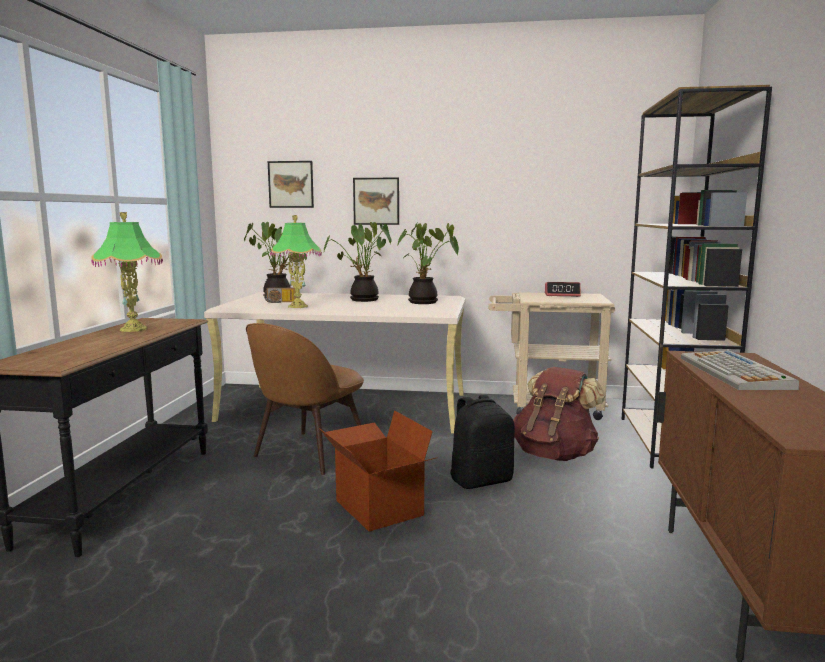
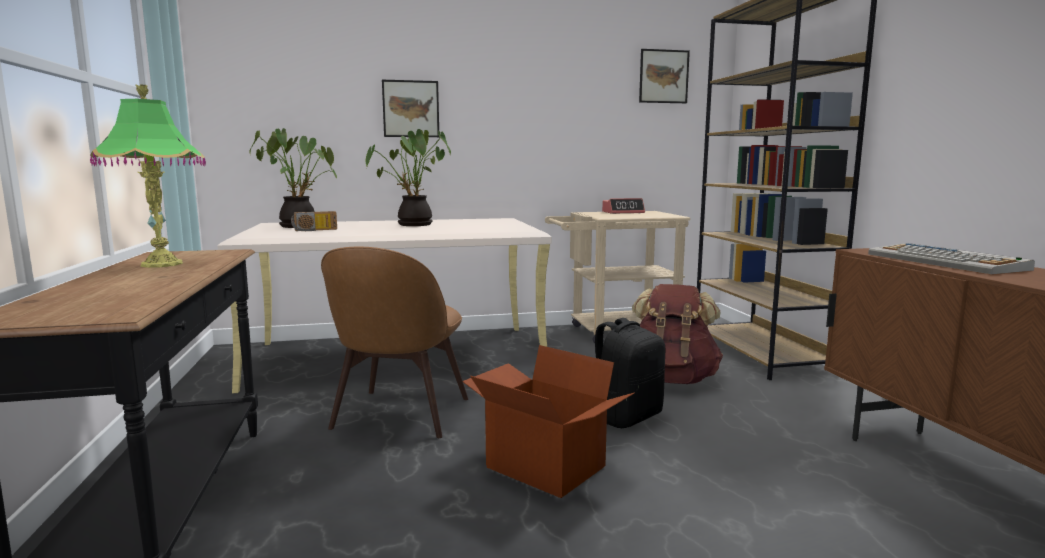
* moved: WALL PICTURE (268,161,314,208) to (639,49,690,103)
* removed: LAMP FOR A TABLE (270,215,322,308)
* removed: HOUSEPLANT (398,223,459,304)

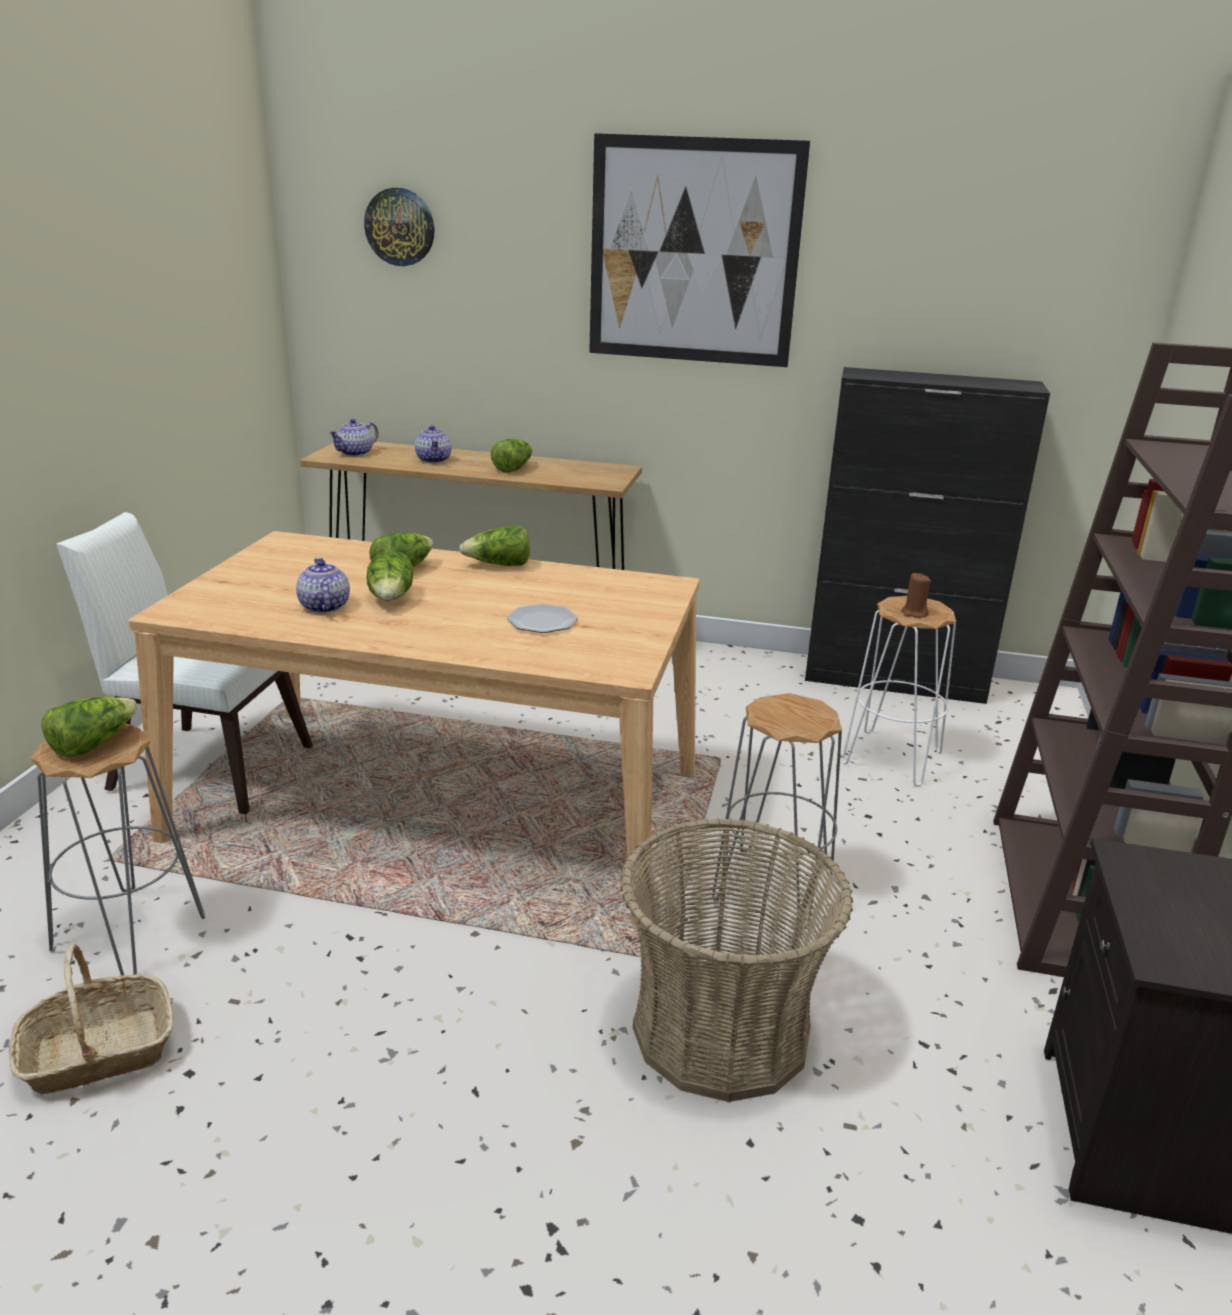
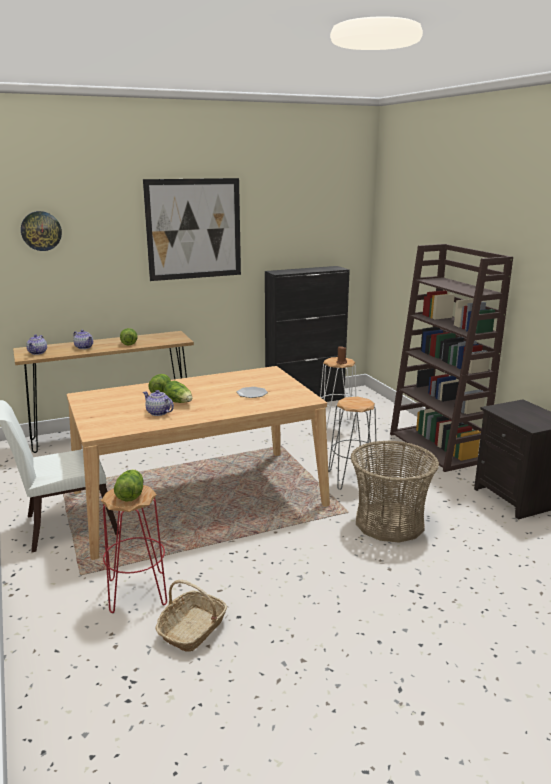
* recoloured: GREY STOOL (31,724,205,976) to REDDISH STOOL (101,485,167,613)
* removed: LETTUCE HEAD (459,526,530,566)

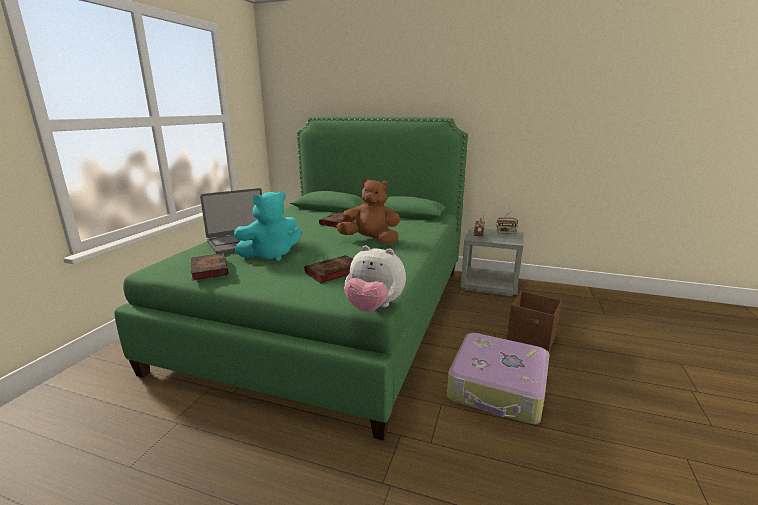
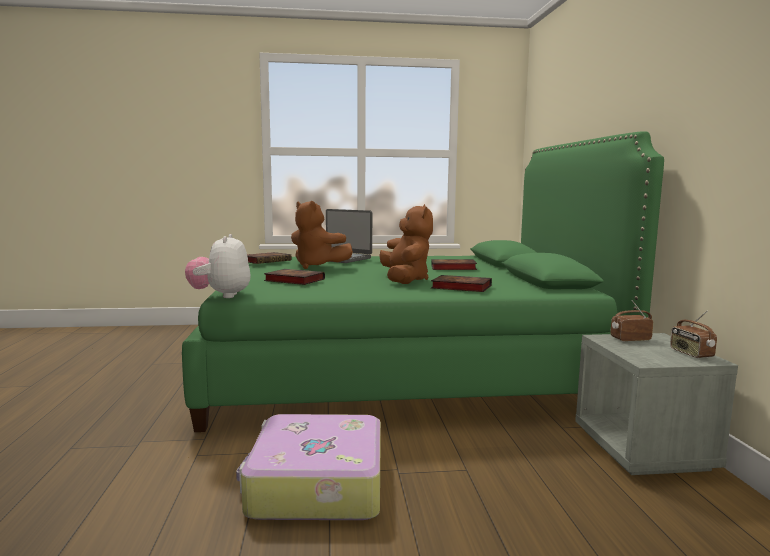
* recoloured: TURQUOISE-COLOURED CUDDLY TOY (234,191,302,261) to BROWNISH CUDDLY TOY (291,201,353,269)
* removed: BROWNISH STORAGE BIN (507,291,562,352)
* added: BOOK (431,275,492,292)

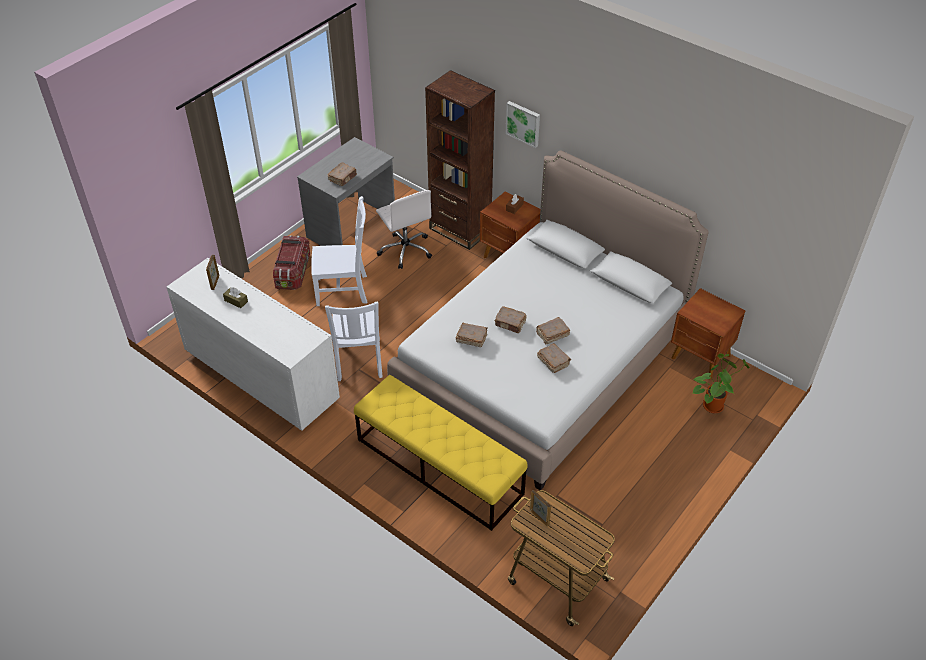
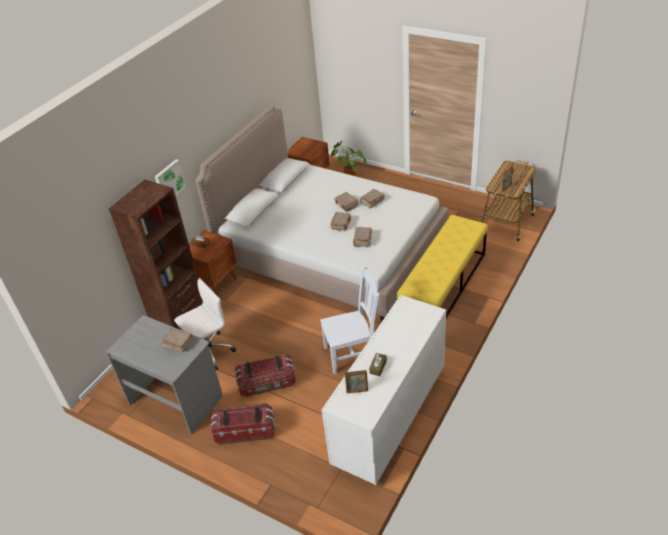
* replaced: WHITISH UPRIGHT CHAIR (311,196,367,306) to STORAGE BIN (235,354,296,397)

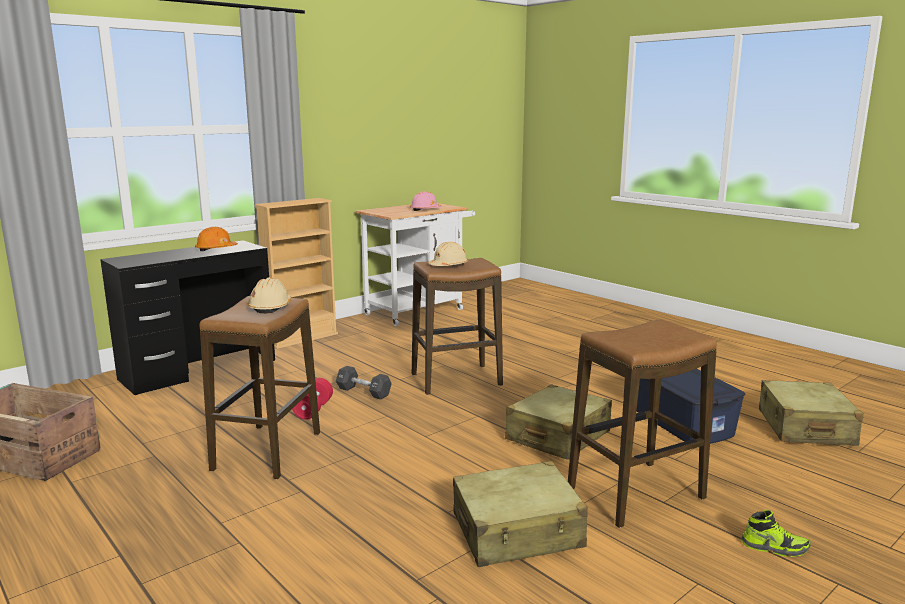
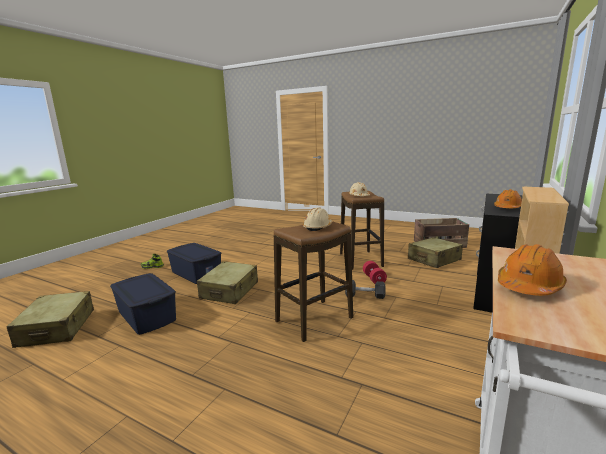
* recoloured: PINKISH HARD HAT (410,191,442,211) to ORANGEY HARD HAT (498,244,567,296)
* moved: BEIGE-COLOURED TRAVEL CASE (453,461,588,567) to (408,237,463,268)
* replaced: STOOL (568,319,717,528) to BLUE STORAGE BIN (167,243,222,284)

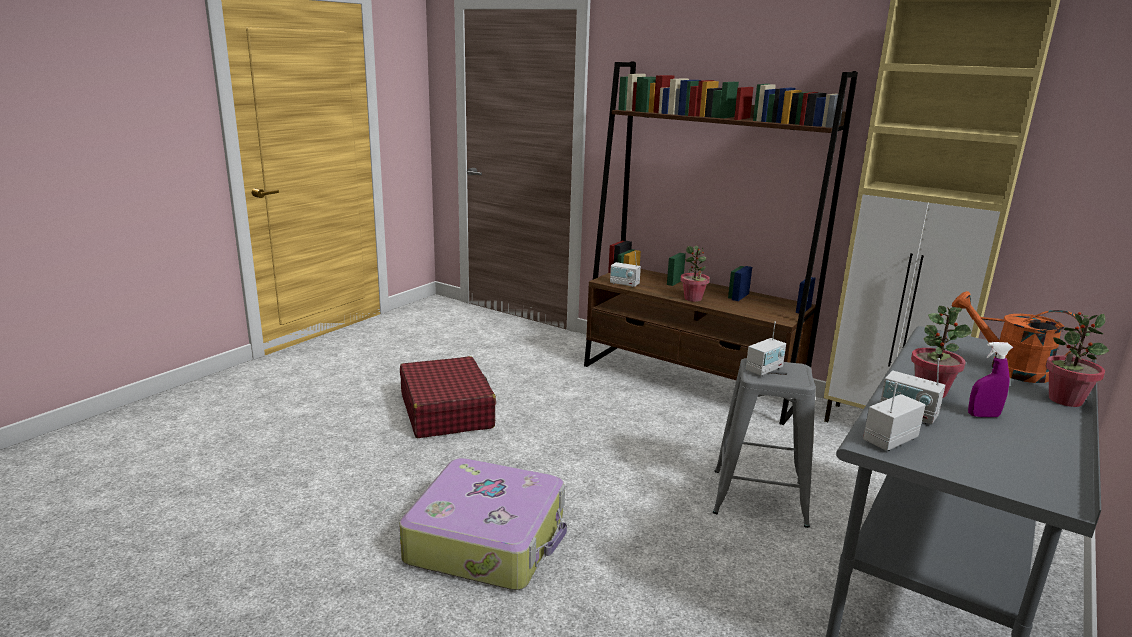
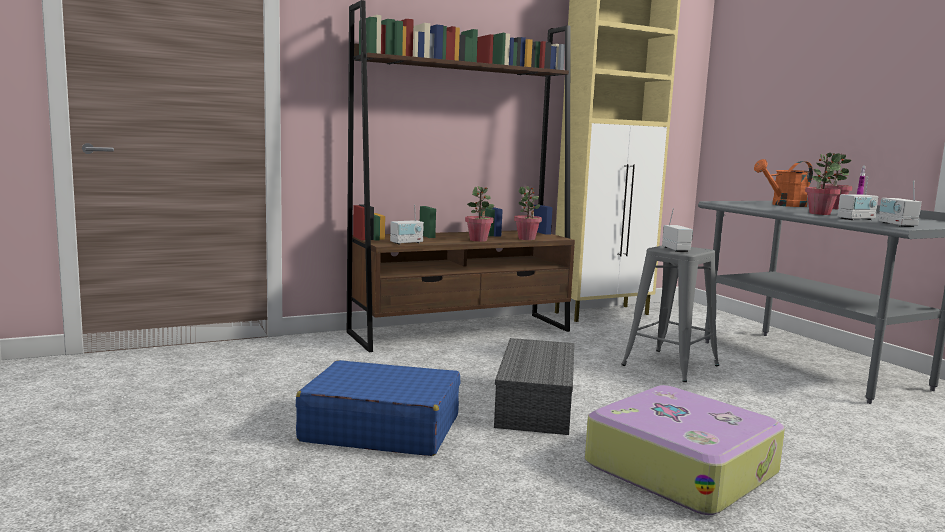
* recoloured: REDDISH TRAVEL CASE (400,356,496,438) to BLUE TRAVEL CASE (296,360,460,456)
* added: GREY STORAGE BIN (494,338,574,435)
* added: HOUSEPLANT (514,186,542,240)

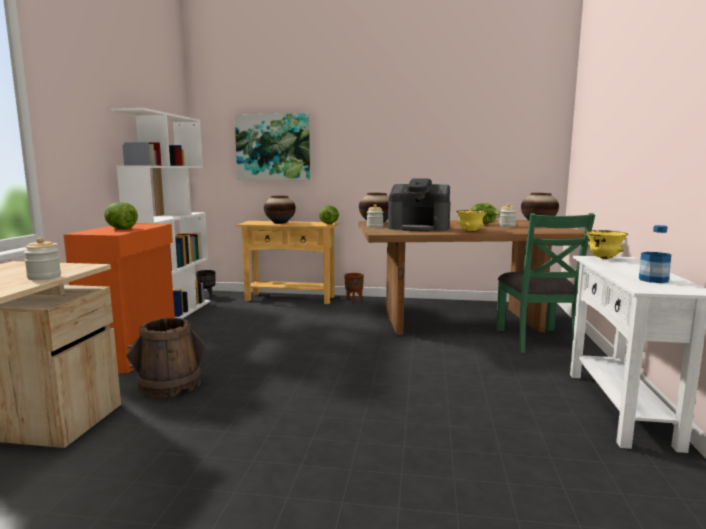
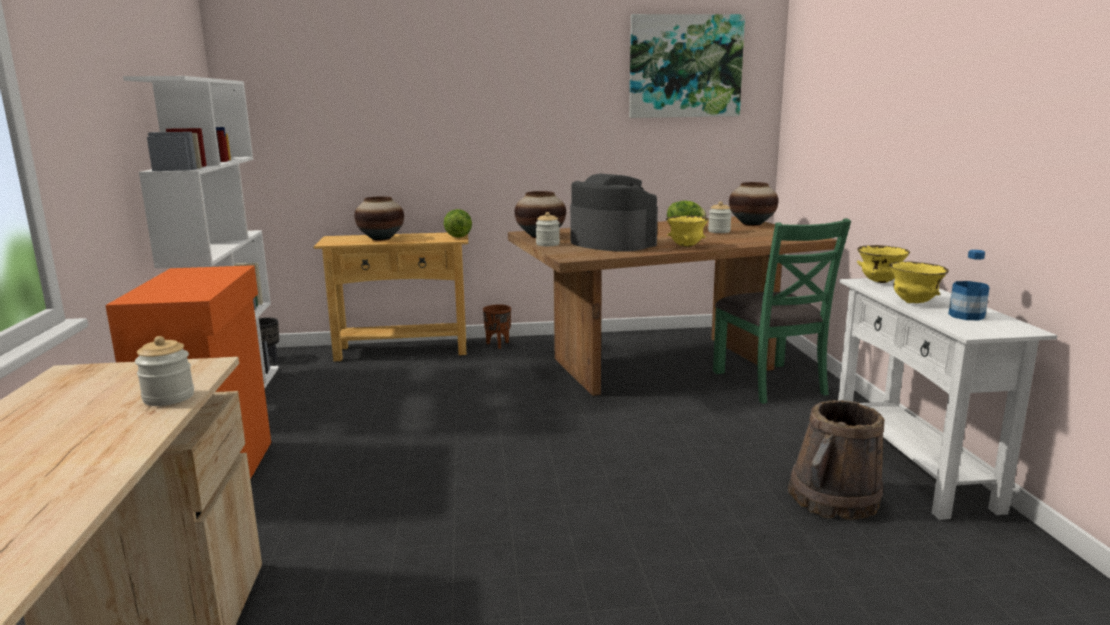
* removed: LETTUCE HEAD (104,202,138,229)
* moved: BROWNISH BUCKET (126,317,205,398) to (788,400,884,520)
* moved: WALL PICTURE (235,113,310,180) to (629,14,745,118)
* turned: COFFEE MACHINE (388,178,451,231) = (570,173,658,252) 135 degrees counterclockwise
* added: YELLOWISH DEEP DISH (889,262,949,303)

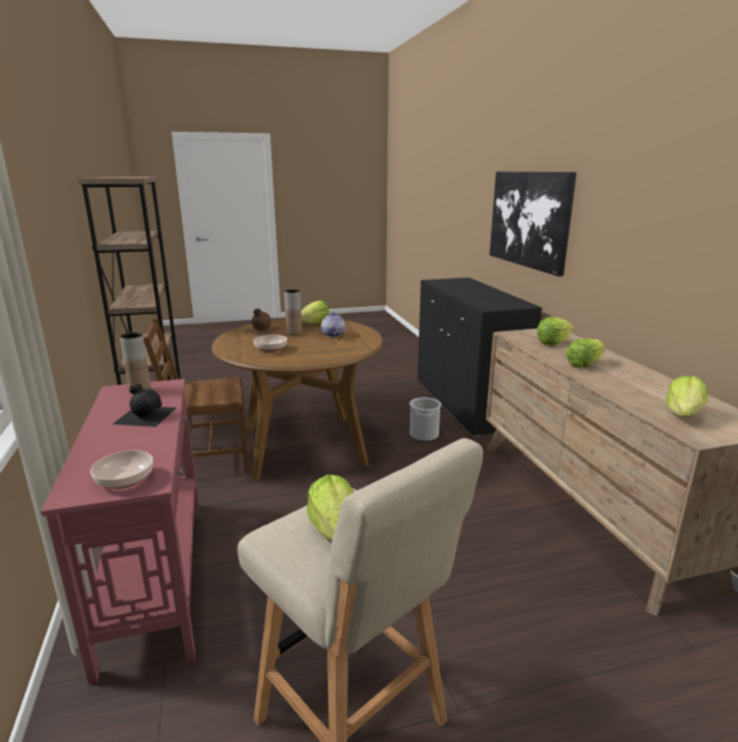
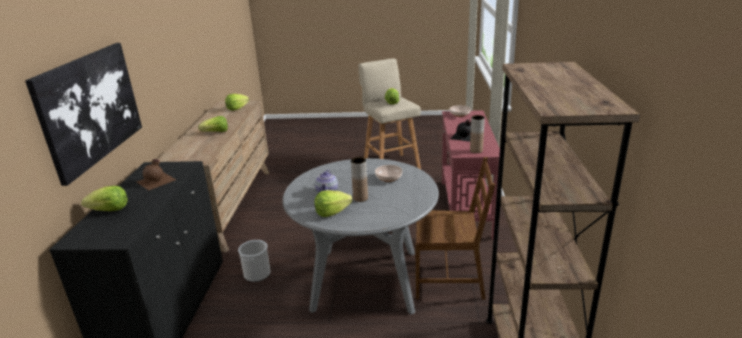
* recoloured: BROWNISH DINING TABLE (212,318,383,482) to GREY DINING TABLE (282,158,439,315)
* moved: BROWNISH BEVERAGE BOTTLE (242,308,281,335) to (137,159,176,190)
* moved: LETTUCE HEAD (537,317,574,345) to (81,186,128,211)

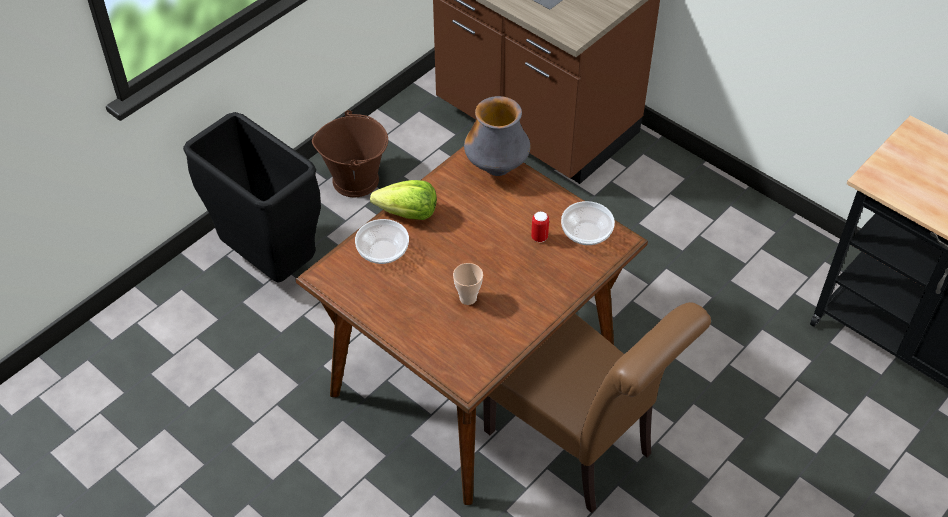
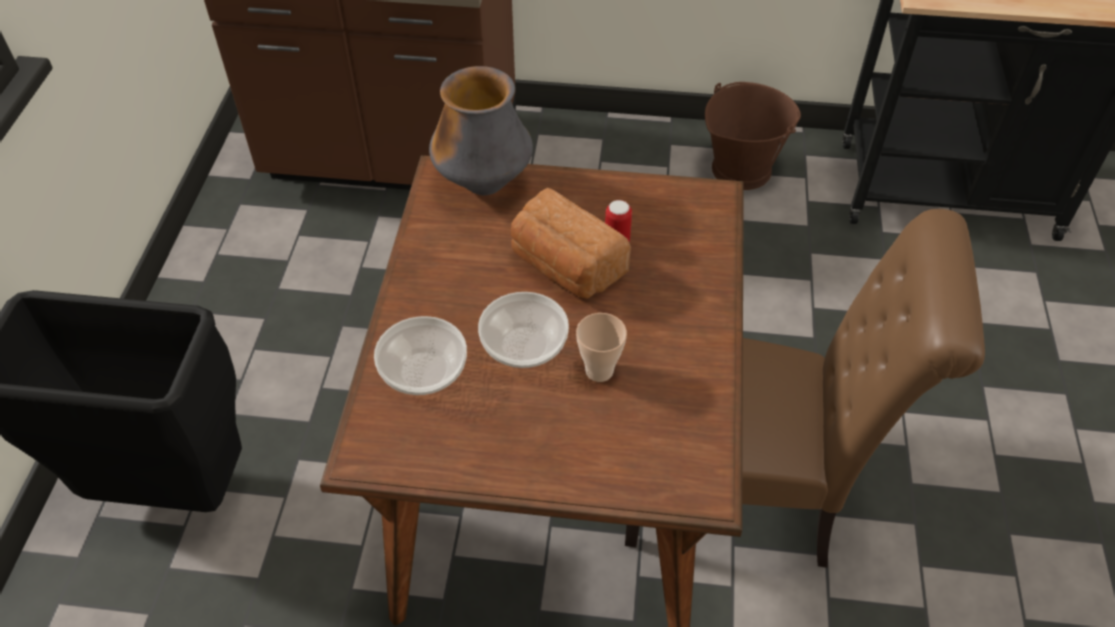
* moved: BROWNISH BUCKET (312,110,388,198) to (705,82,801,190)
* removed: LETTUCE HEAD (370,180,437,220)
* moved: DEEP DISH (561,201,615,245) to (478,292,569,368)
* added: BAKERY BREAD (511,188,631,299)

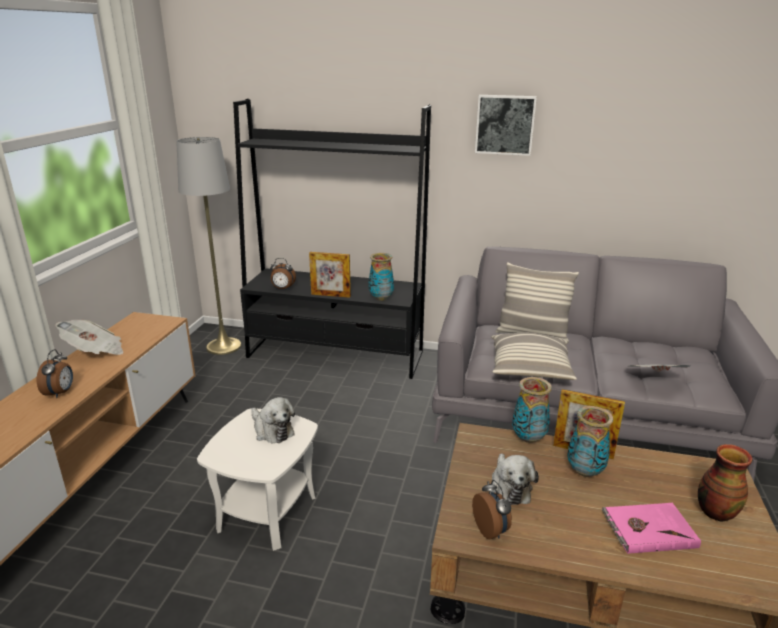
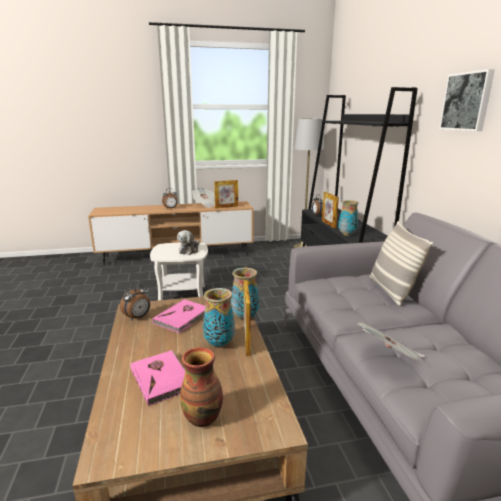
* removed: THROW PILLOW (491,332,577,380)
* replaced: CUDDLY TOY (491,453,539,505) to PINKISH BOOK (152,299,205,333)
* added: STANDING FRAME (214,180,238,208)

